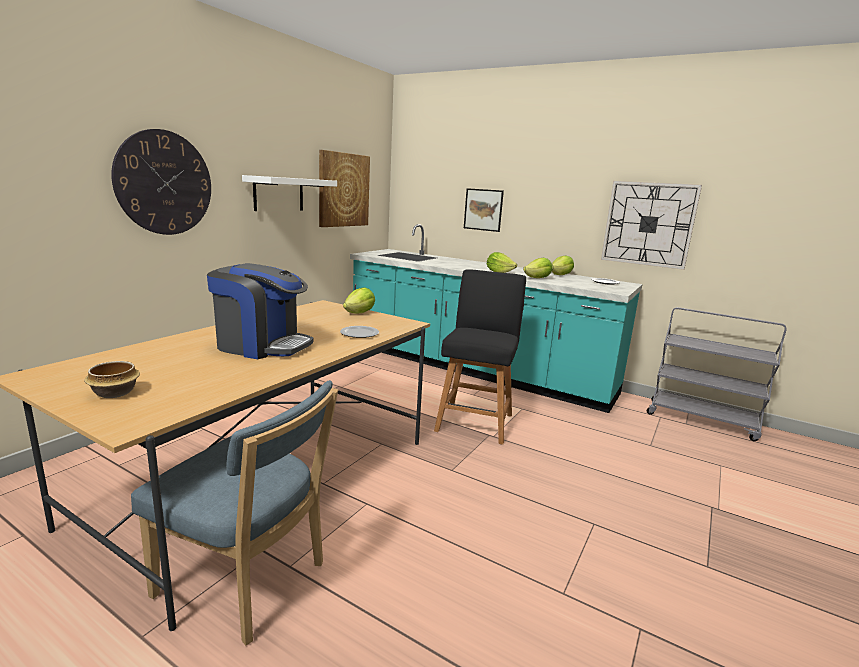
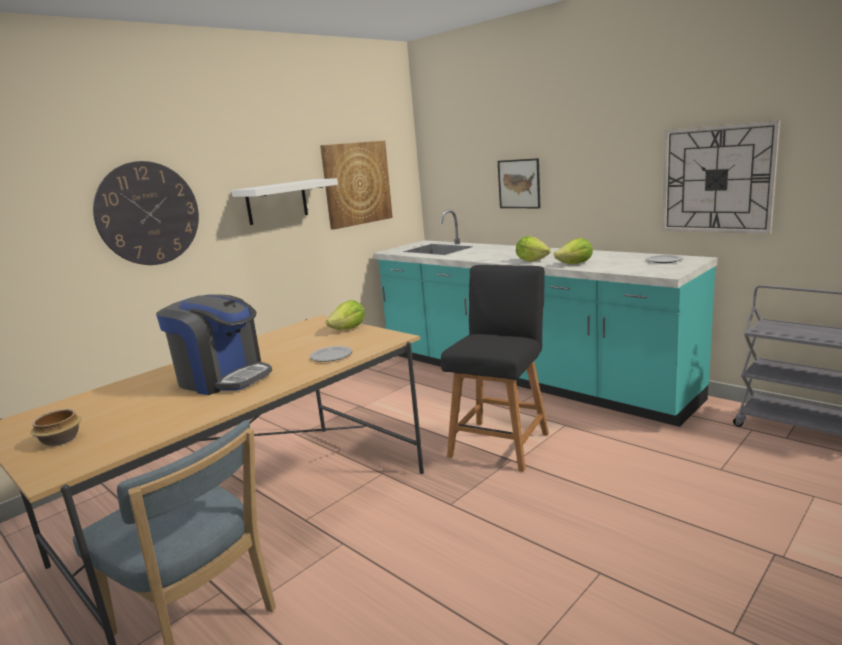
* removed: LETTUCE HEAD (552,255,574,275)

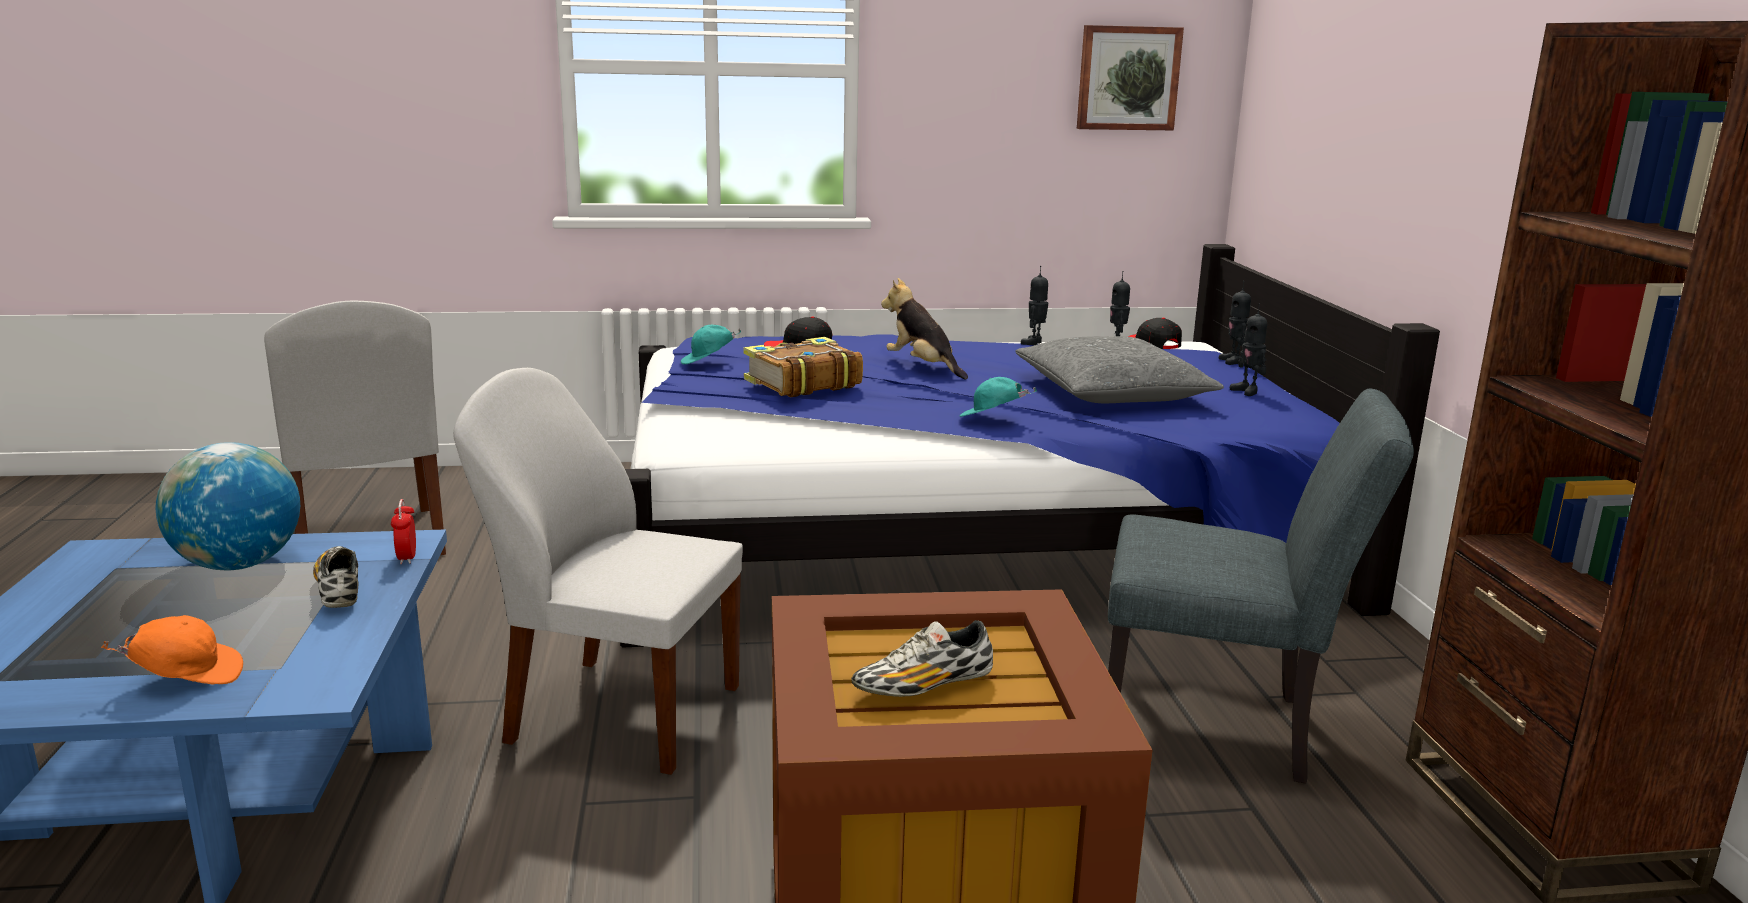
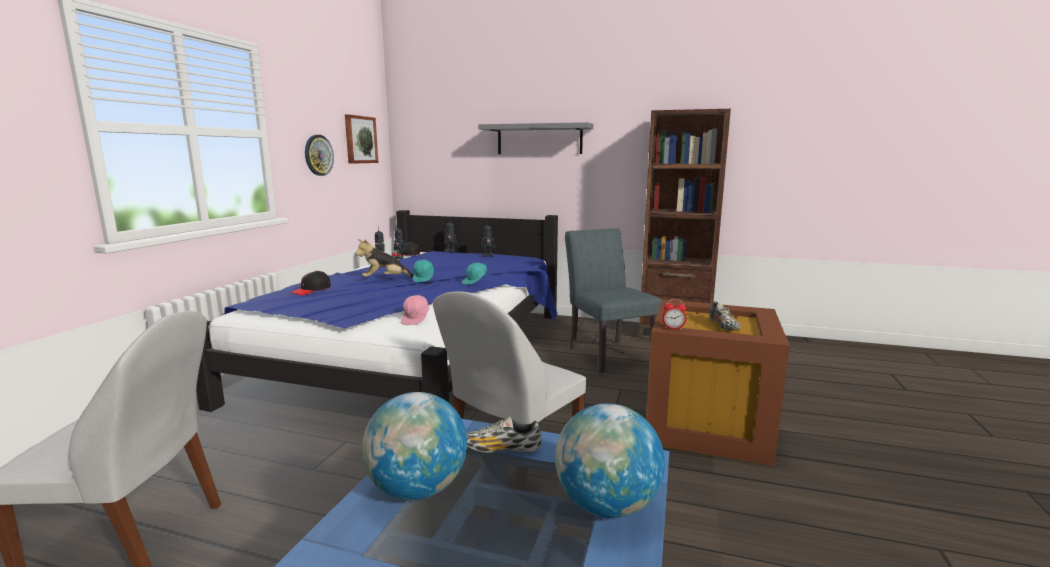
* replaced: ORANGEY PEAKED CAP (101,615,243,685) to GLOBE (555,404,665,518)
* moved: BEDSIDE CLOCK (391,499,416,565) to (662,299,686,330)
* moved: TURQUOISE-COLOURED PEAKED CAP (681,325,741,364) to (413,260,434,282)
* removed: BOOK (743,337,863,397)
* removed: GREY THROW PILLOW (1015,336,1224,403)
* turned: GREY UPRIGHT CHAIR (1108,388,1414,783) = (565,228,662,373) 60 degrees counterclockwise
* added: CLOCK ON THE WALL (305,135,334,176)
* added: PINKISH PEAKED CAP (401,295,429,325)
* added: GREY BRACKET SHELF (478,122,594,154)

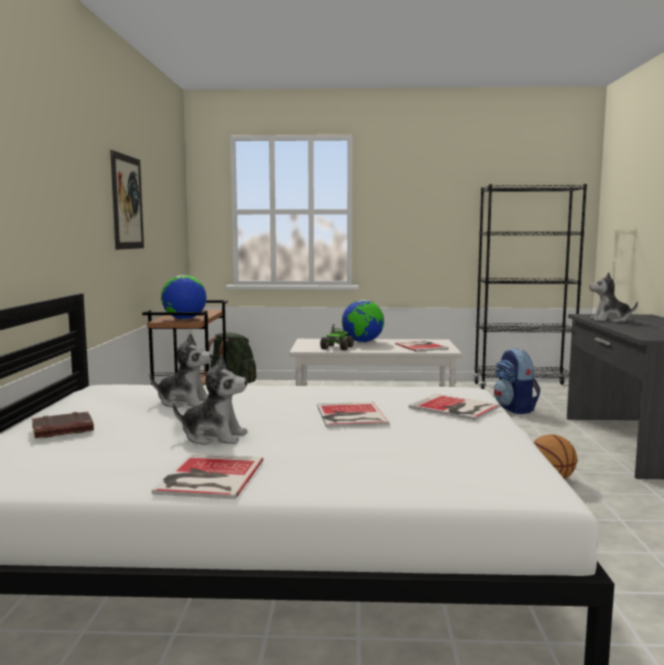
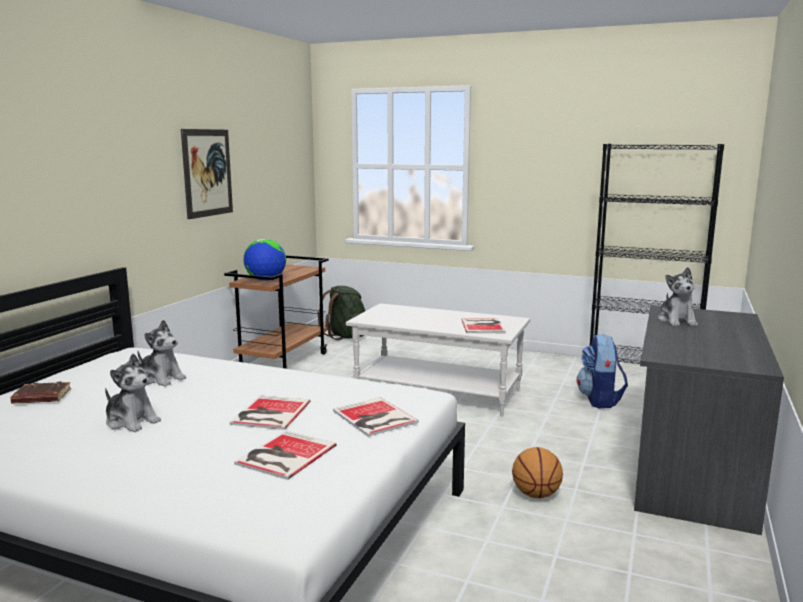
* moved: BOOK (152,454,263,499) to (234,430,336,480)
* removed: MODEL TRUCK (320,324,354,350)
* removed: GLOBE (342,300,384,342)
* turned: CUDDLY TOY (589,272,638,322) = (658,267,698,326) 120 degrees counterclockwise

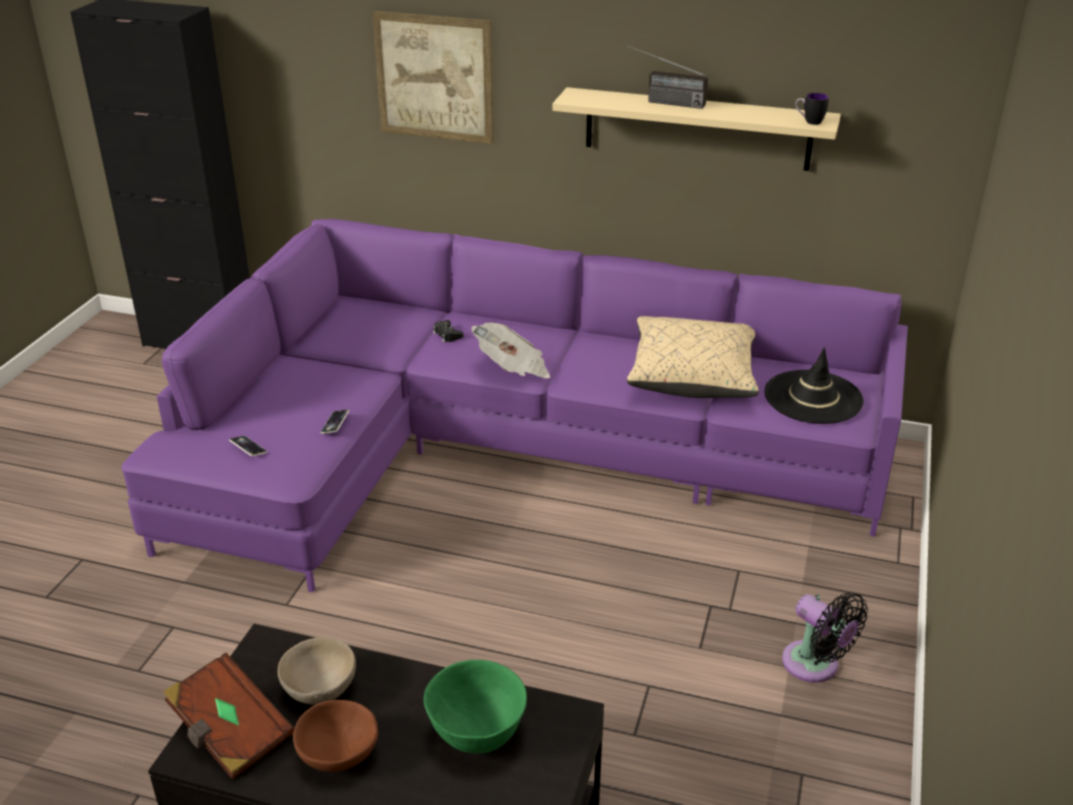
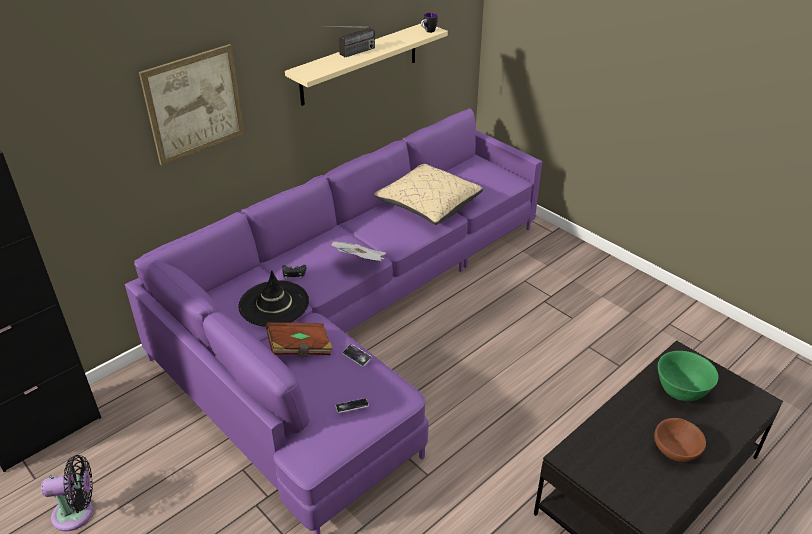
* moved: BROWNISH BOOK (163,653,294,780) to (266,322,333,357)
* removed: BEIGE-COLOURED DEEP DISH (278,637,356,705)
* moved: BLACK CLOTHING HAT (764,347,864,424) to (239,270,309,327)
* moved: BLACK ELECTRIC FAN (782,593,868,682) to (41,455,93,531)

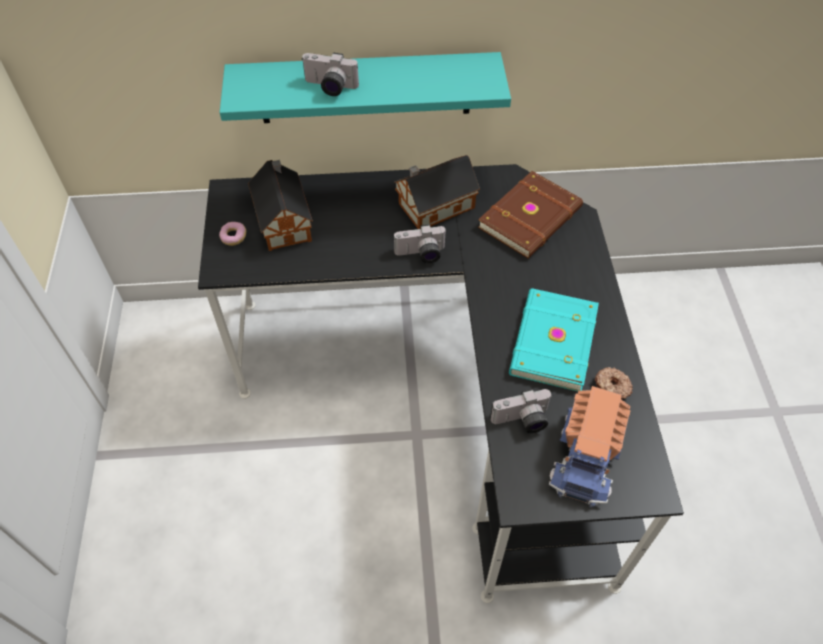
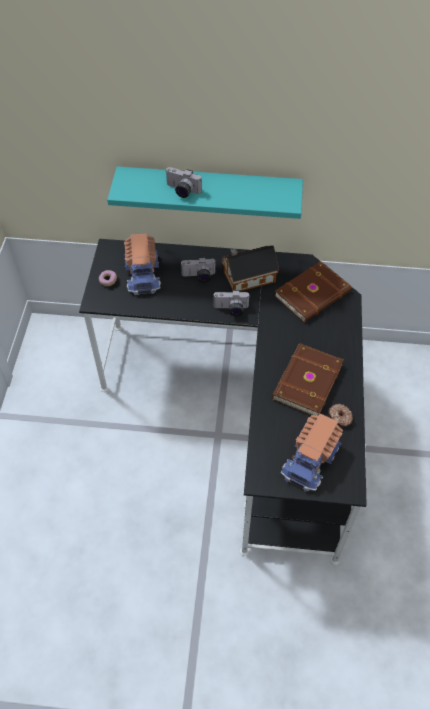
* replaced: MODEL HOUSE (248,160,313,251) to MODEL TRUCK (124,233,161,295)
* moved: PHOTO CAMERA (490,388,552,433) to (180,257,216,283)
* recoloured: TURQUOISE-COLOURED BOOK (509,288,599,391) to BROWNISH BOOK (272,343,344,416)

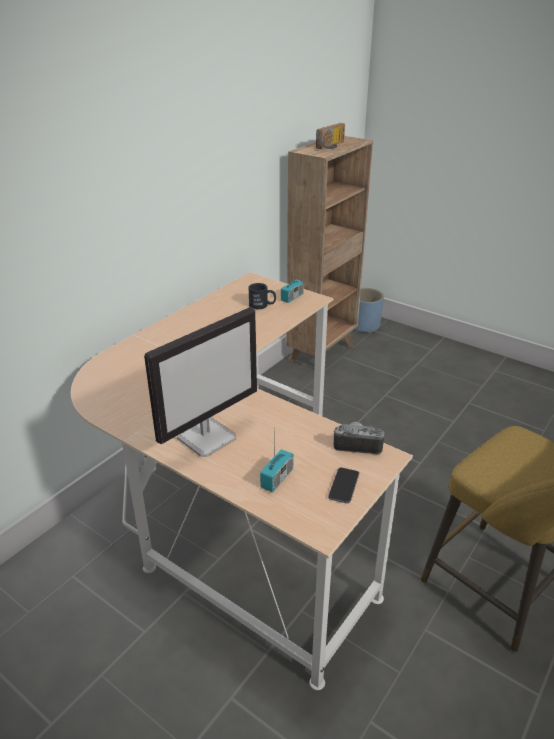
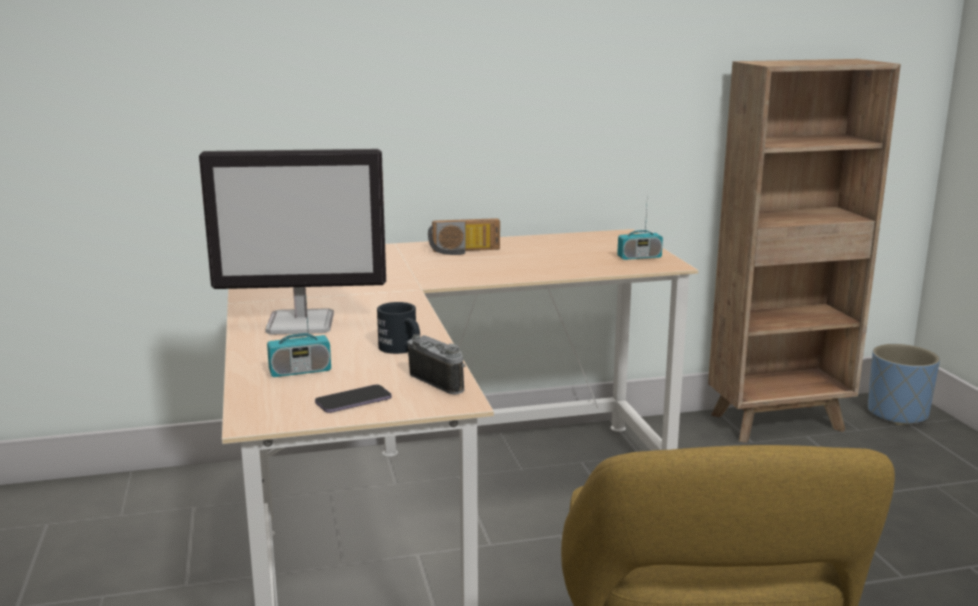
* moved: BLACK MUG (249,283,276,309) to (377,302,420,354)
* moved: RADIO (316,123,345,149) to (428,218,500,255)

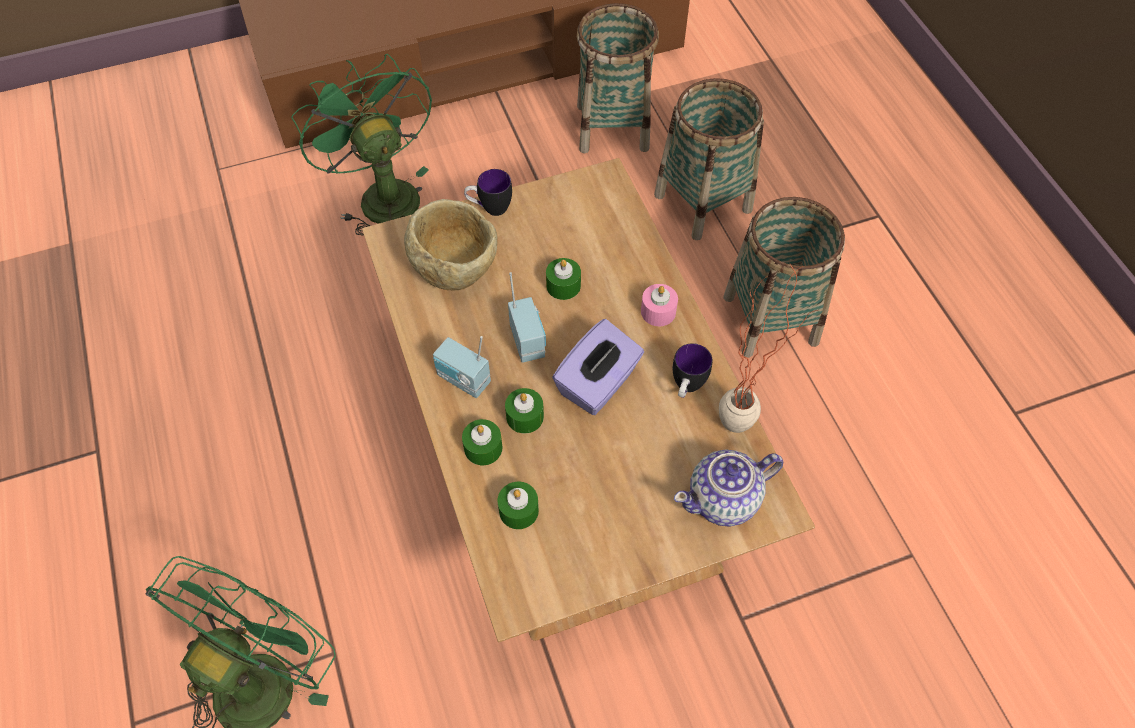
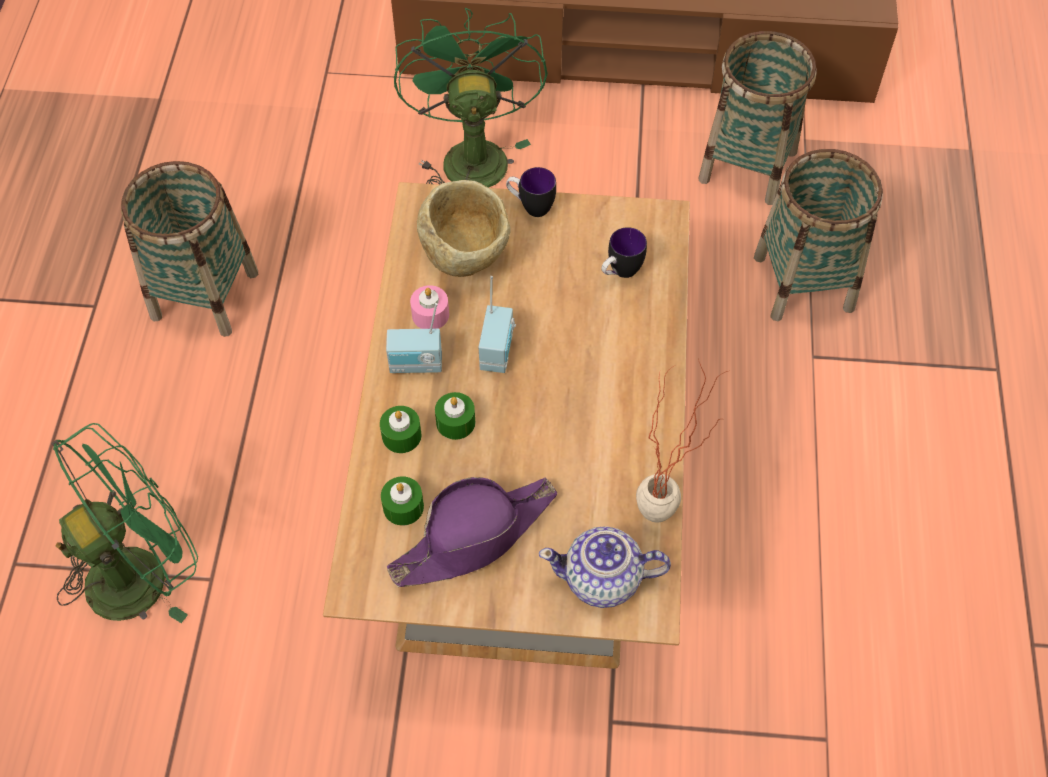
* turned: RADIO (433,336,491,398) = (386,303,442,373) 60 degrees counterclockwise
* removed: GREEN-COLOURED WAX CANDLE (546,258,581,300)
* removed: PURPLE TISSUE BOX (552,319,644,415)
* moved: PINKISH WAX CANDLE (641,284,678,326) to (410,285,449,329)
* moved: MUG (673,343,713,398) to (601,227,647,278)
* moved: STORAGE BASKET (723,197,845,358) to (121,161,258,337)
* added: PURPLE CLOTHING HAT (387,477,557,587)

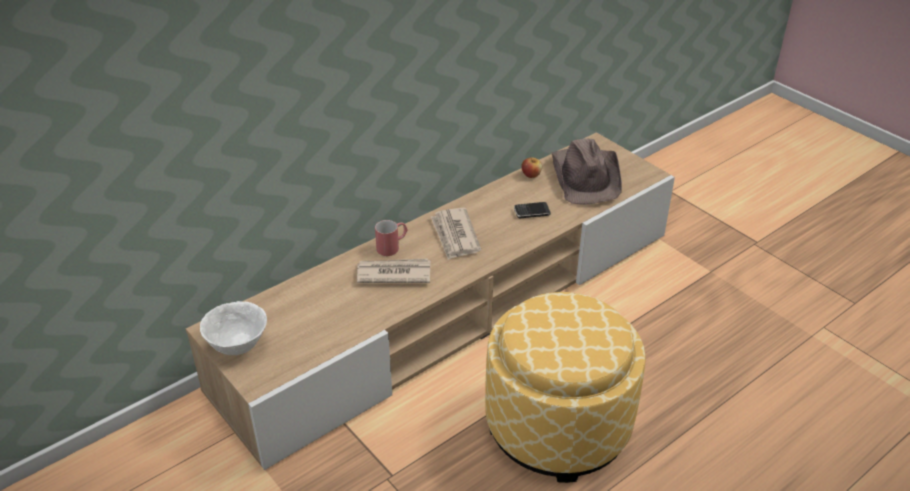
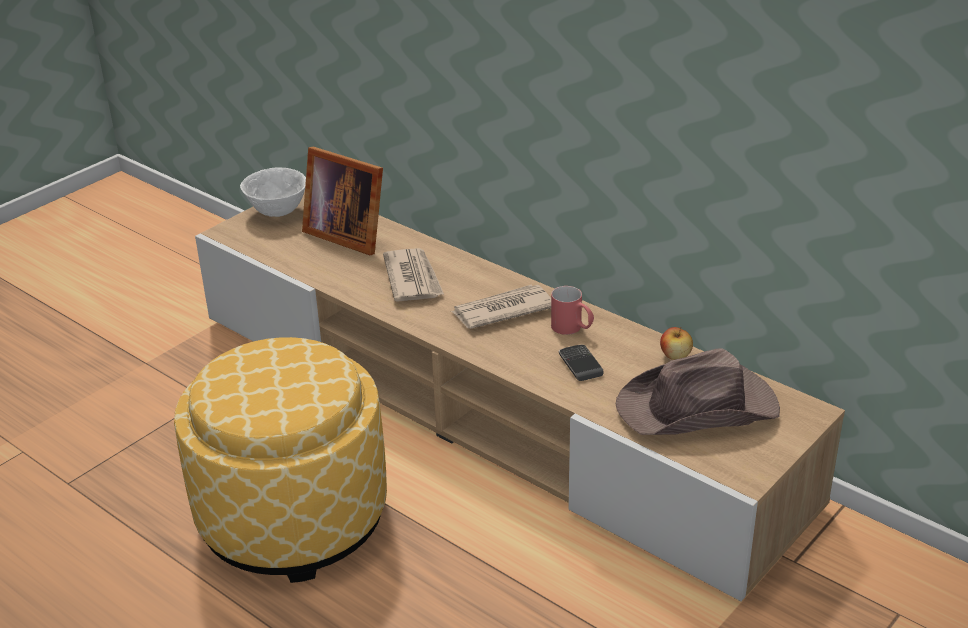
* moved: REDDISH MUG (375,220,408,256) to (551,286,594,335)
* added: STANDING FRAME (302,147,383,255)

